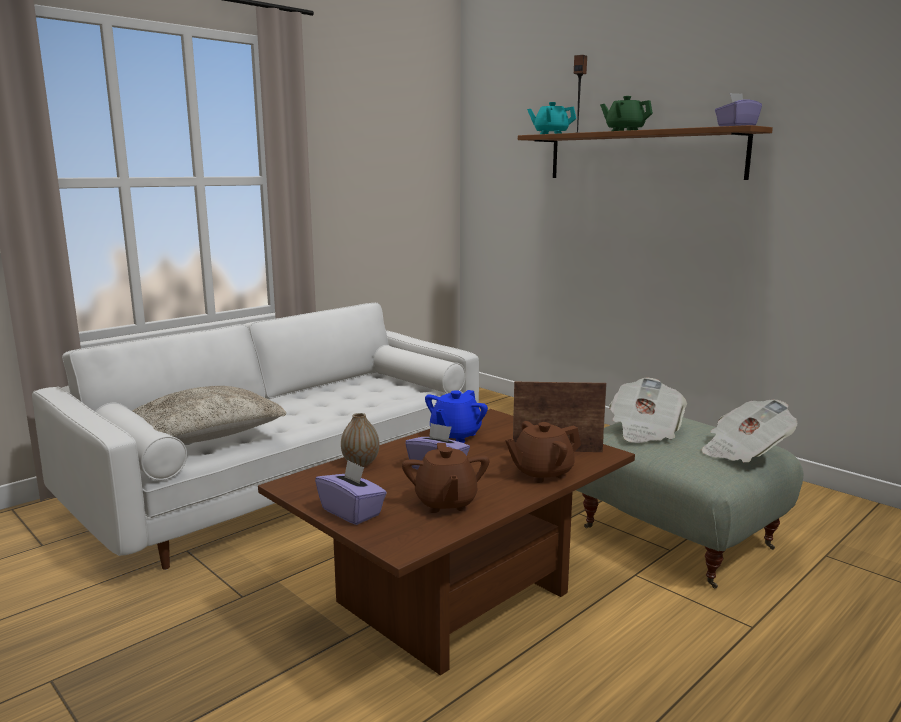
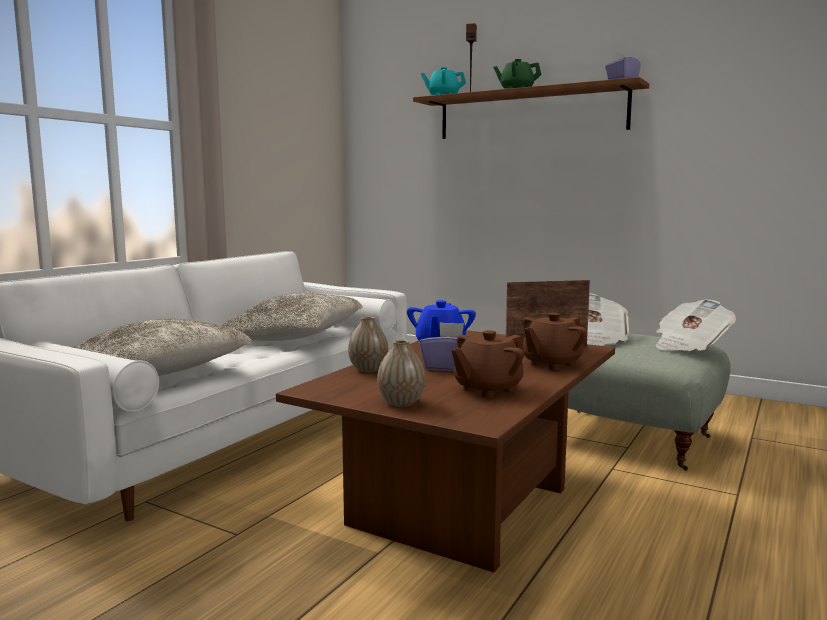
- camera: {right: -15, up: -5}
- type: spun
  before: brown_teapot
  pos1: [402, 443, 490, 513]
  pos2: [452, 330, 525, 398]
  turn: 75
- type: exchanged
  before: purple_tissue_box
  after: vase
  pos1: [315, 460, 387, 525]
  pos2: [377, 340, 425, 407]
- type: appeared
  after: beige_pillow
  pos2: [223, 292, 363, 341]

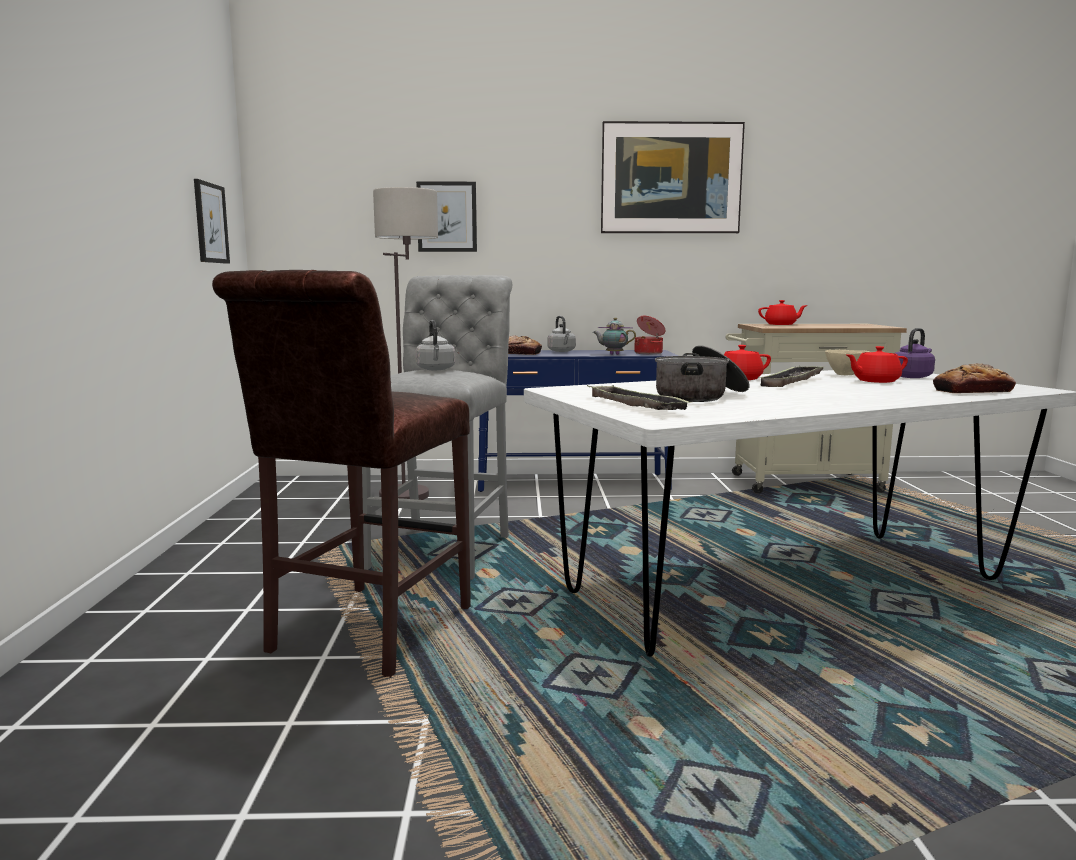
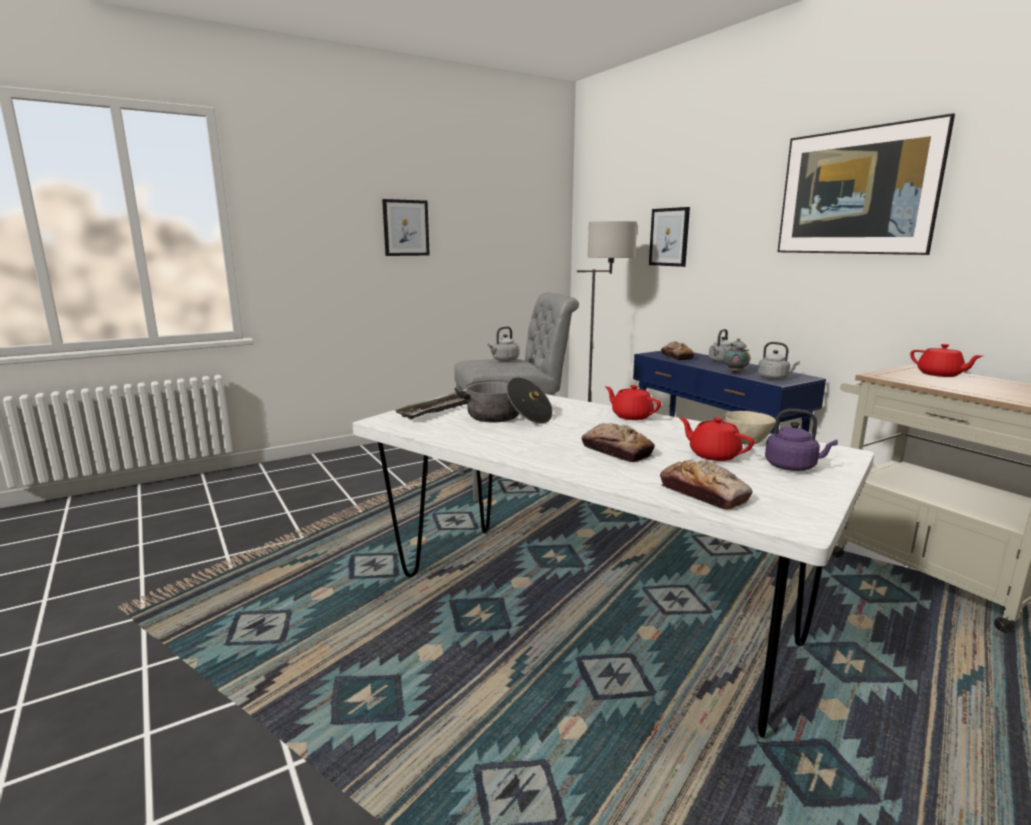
- camera: {right: 60, up: 5}
- type: relocated
  before: picture
  pos1: [194, 179, 230, 264]
  pos2: [382, 199, 430, 256]
- type: missing
  before: brown_stool
  pos1: [212, 270, 471, 678]
- type: exchanged
  before: cooking_pot
  after: grey_kettle
  pos1: [634, 316, 665, 354]
  pos2: [758, 342, 800, 380]
- type: missing
  before: tray
  pos1: [758, 366, 823, 387]
- type: appeared
  after: bread
  pos2: [581, 423, 655, 462]

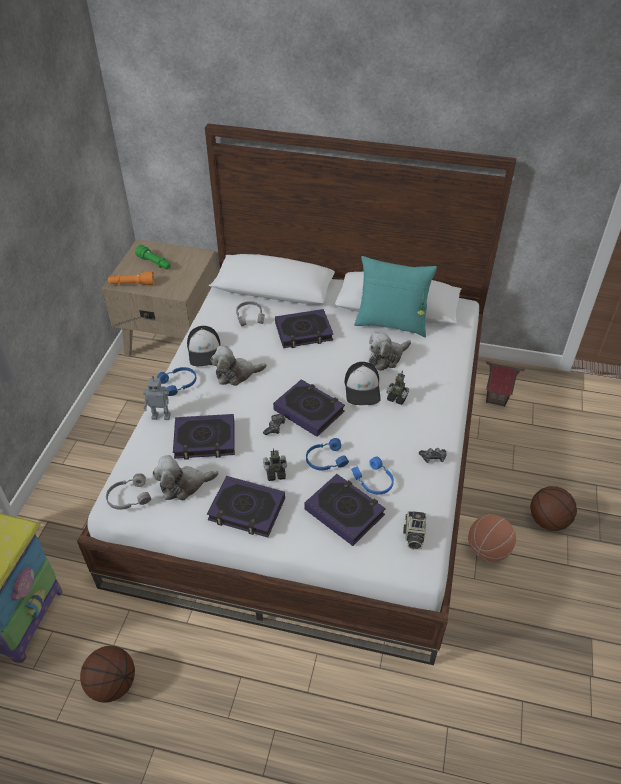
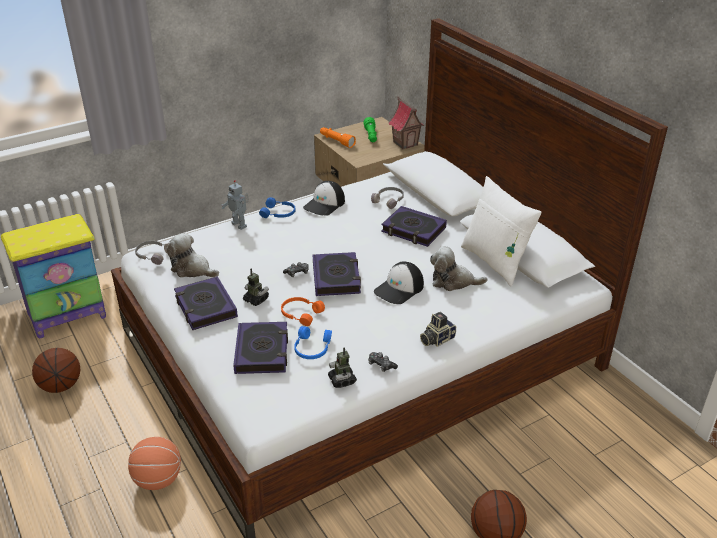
- camera: {right: 45, up: -10}
- type: colour
  before: turquoise_pillow
  after: white_pillow
  pos1: [354, 256, 437, 337]
  pos2: [461, 176, 542, 286]
- type: missing
  before: plush_toy
  pos1: [211, 345, 267, 386]
- type: relocated
  before: toy_house
  pos1: [486, 361, 525, 407]
  pos2: [389, 97, 425, 149]
- type: relocated
  before: toy_robot
  pos1: [386, 370, 409, 405]
  pos2: [328, 347, 357, 388]
- type: missing
  before: book
  pos1: [173, 414, 235, 460]
- type: colour
  before: blue_headphones
  after: orange_headphones
  pos1: [306, 438, 349, 470]
  pos2: [281, 297, 325, 326]
- type: relocated
  before: photo_camera
  pos1: [403, 511, 426, 550]
  pos2: [420, 312, 456, 347]
- type: relocated
  before: basketball
  pos1: [468, 514, 516, 562]
  pos2: [128, 437, 181, 490]

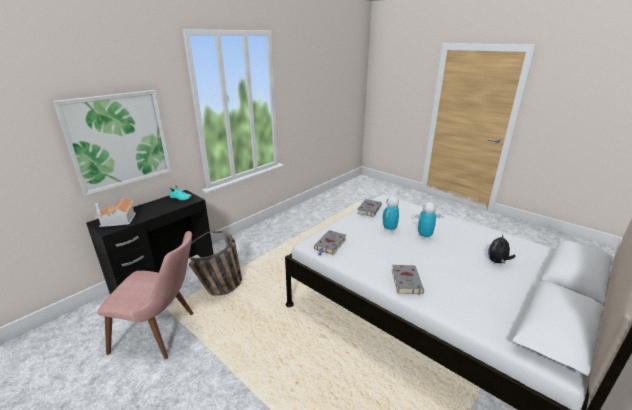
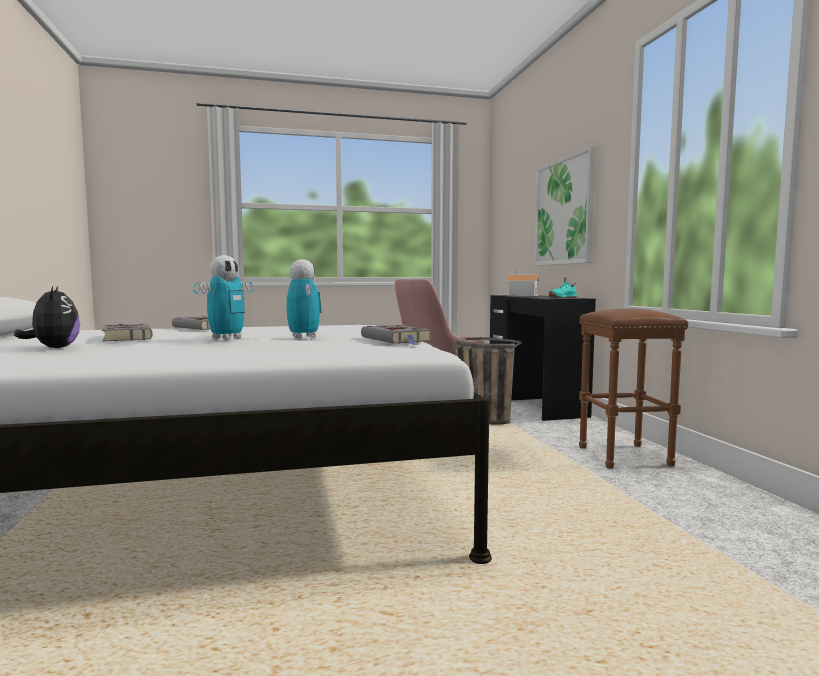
- camera: {right: 125, up: -20}
- type: relocated
  before: grey_book
  pos1: [314, 230, 346, 255]
  pos2: [102, 323, 153, 342]
- type: appeared
  after: brown_stool
  pos2: [579, 308, 688, 469]

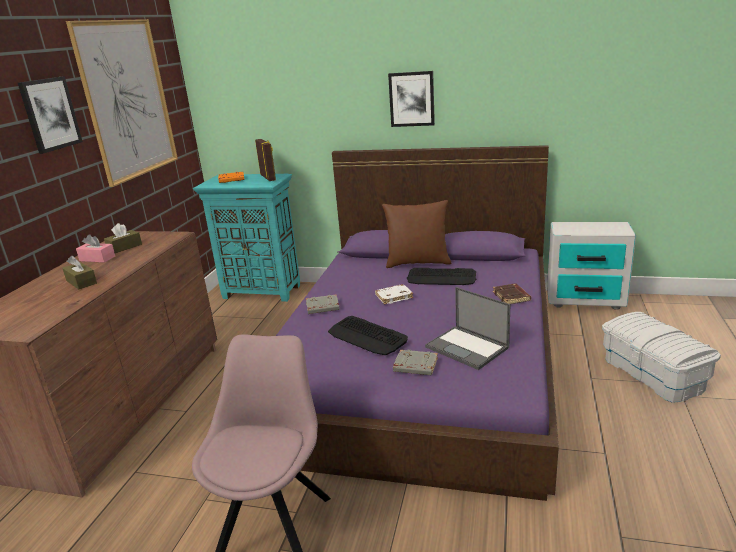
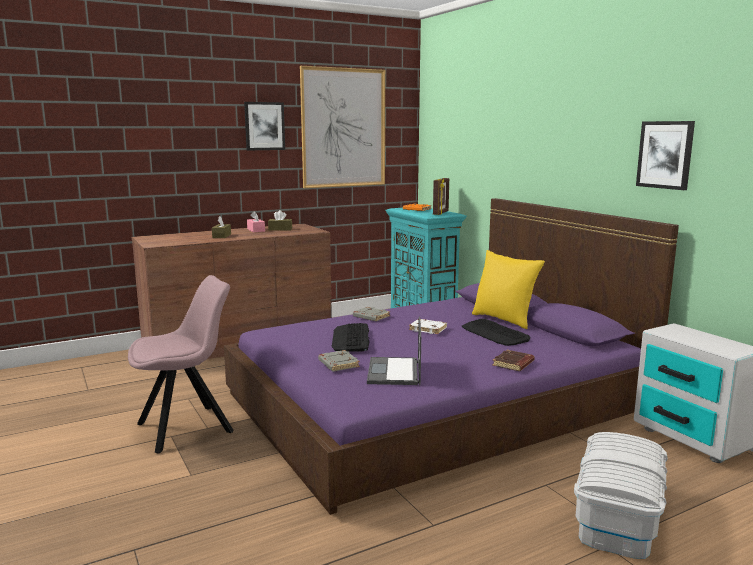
- camera: {right: 45, up: -10}
- type: relocated
  before: picture
  pos1: [388, 71, 435, 127]
  pos2: [636, 121, 695, 190]
- type: colour
  before: brown_pillow
  after: yellow_pillow
  pos1: [382, 200, 452, 268]
  pos2: [472, 250, 545, 329]

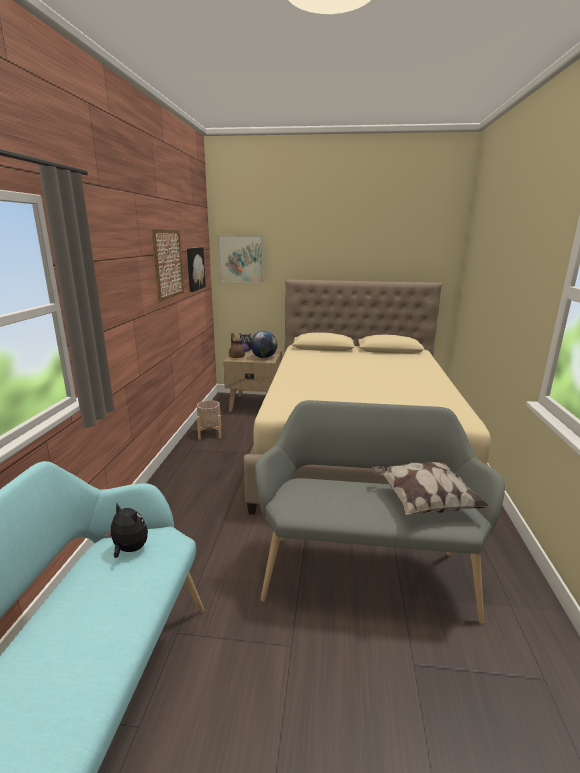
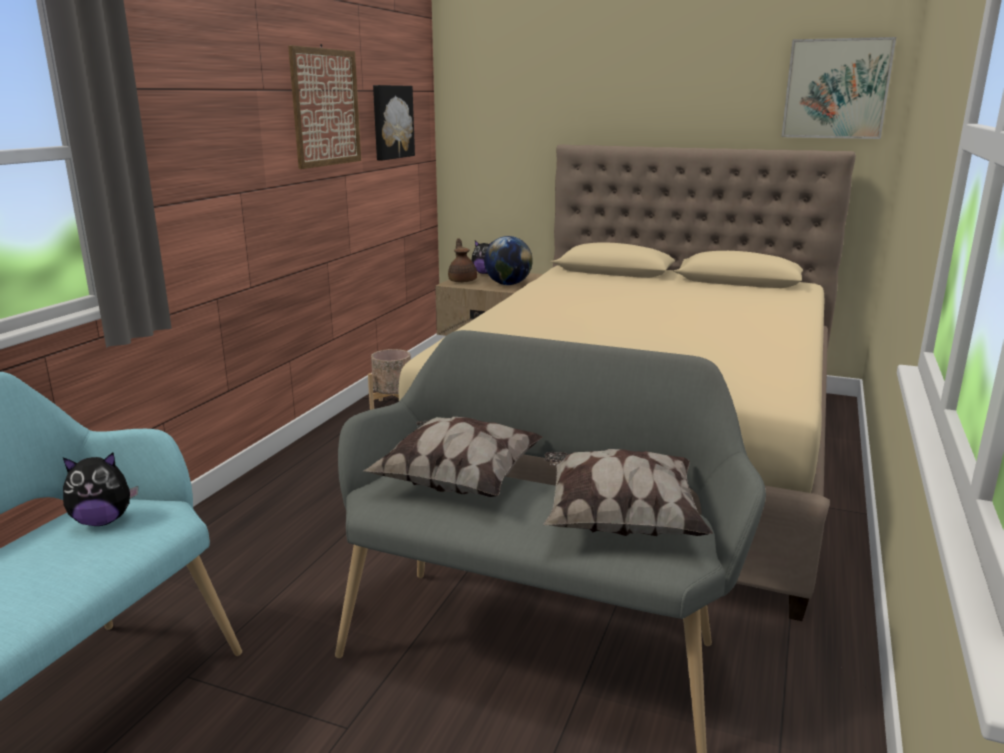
- camera: {right: 15, up: 0}
- type: relocated
  before: picture
  pos1: [217, 235, 263, 283]
  pos2: [781, 37, 896, 139]
- type: spun
  before: plush_toy
  pos1: [105, 503, 148, 558]
  pos2: [63, 452, 138, 526]
  turn: 120
- type: appeared
  after: pillow
  pos2: [364, 417, 543, 497]

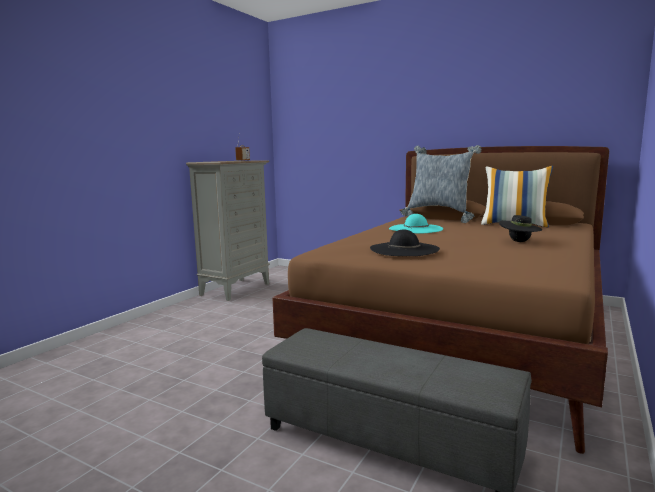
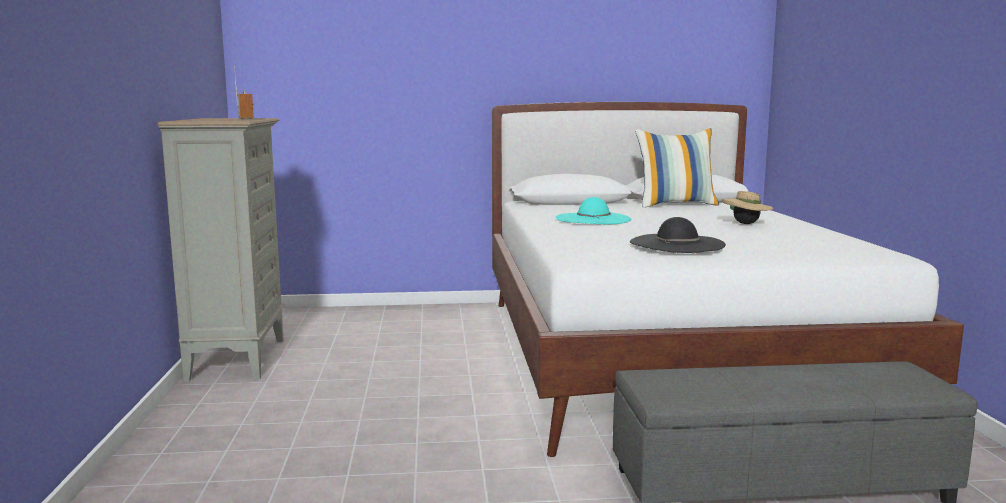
- camera: {right: -35, up: 0}
- type: missing
  before: pillow
  pos1: [401, 145, 482, 223]
- type: colour
  before: brown_bed
  after: white_bed
  pos1: [272, 146, 609, 454]
  pos2: [492, 102, 964, 457]
- type: colour
  before: black_hat
  after: beige_hat
  pos1: [499, 215, 542, 242]
  pos2: [722, 191, 773, 224]

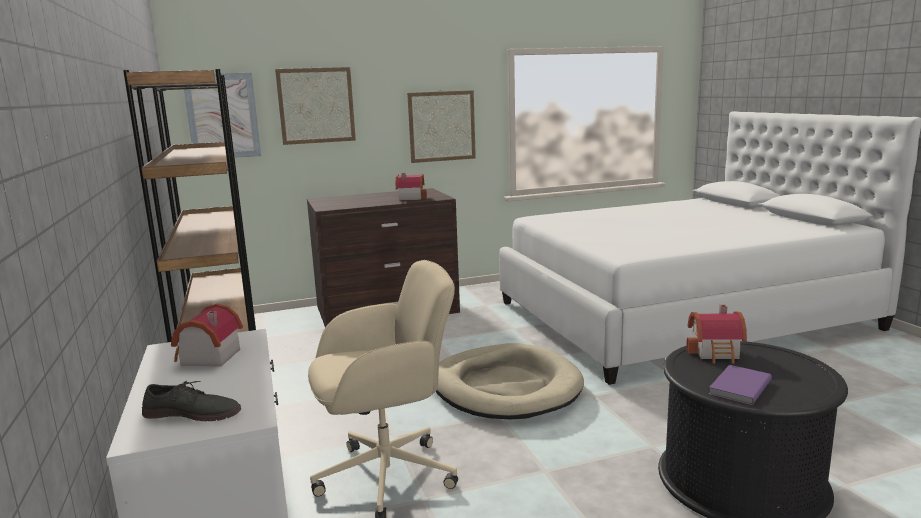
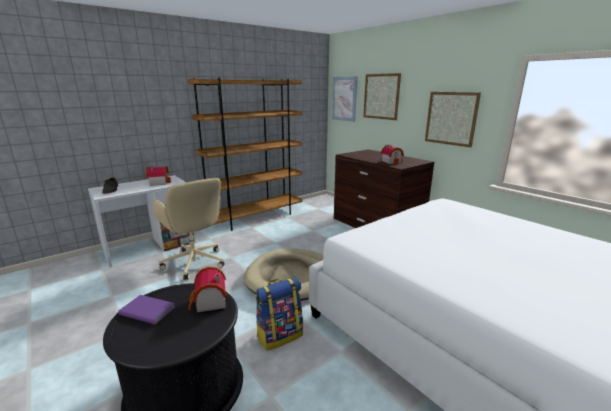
- camera: {right: 70, up: 5}
- type: appeared
  after: backpack
  pos2: [255, 277, 303, 351]

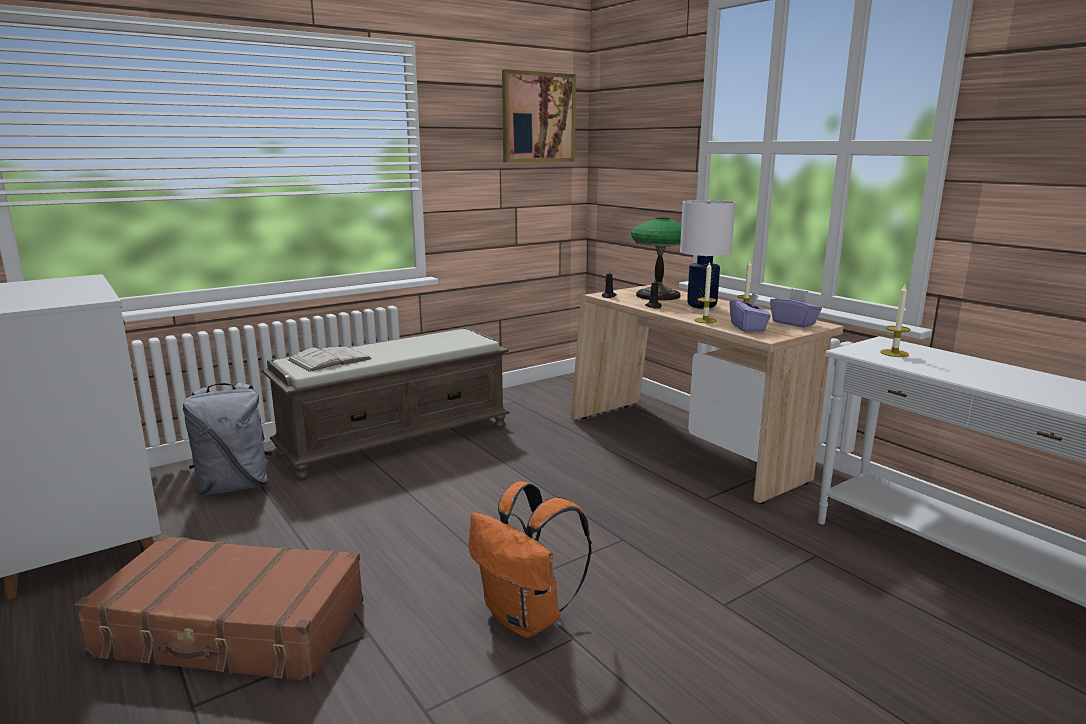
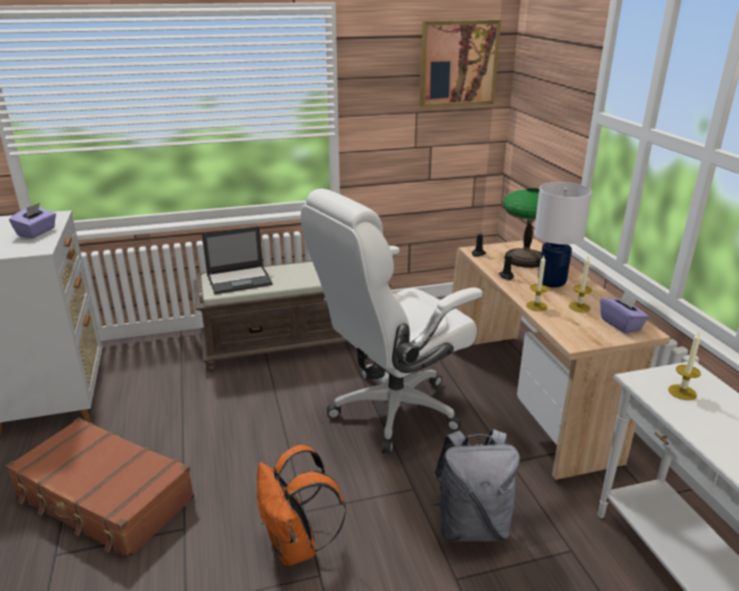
- camera: {right: 20, up: 10}
- type: relocated
  before: purple_tissue_box
  pos1: [730, 293, 771, 332]
  pos2: [9, 203, 56, 238]
- type: exchanged
  before: white_book
  after: laptop
  pos1: [287, 347, 372, 372]
  pos2: [202, 226, 273, 294]
- type: relocated
  before: grey_backpack
  pos1: [183, 383, 272, 495]
  pos2: [433, 429, 520, 542]
- type: appeared
  after: white_office_chair
  pos2: [301, 189, 483, 454]

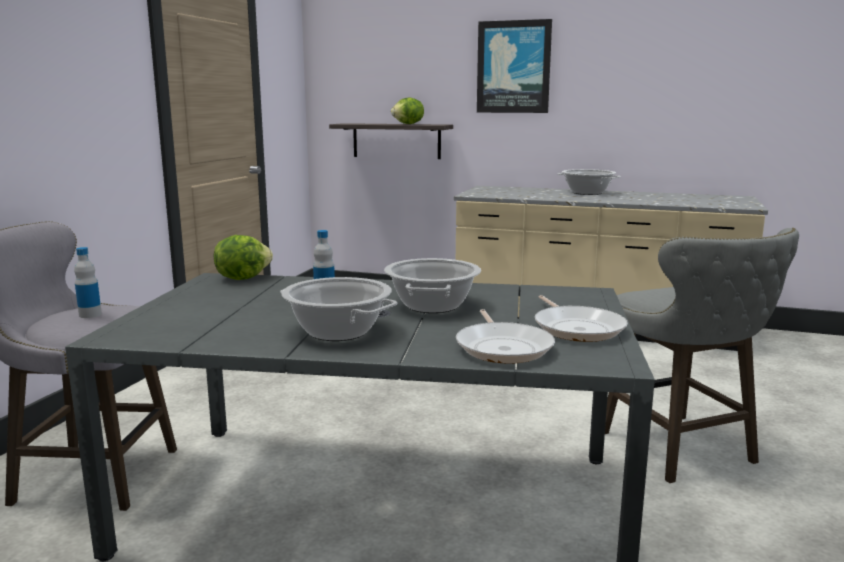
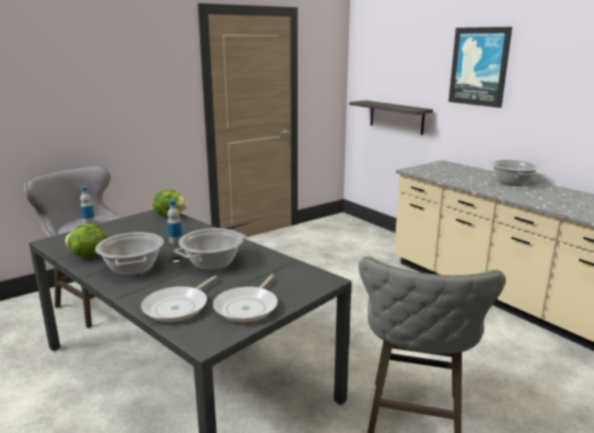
- camera: {right: 35, up: 5}
- type: relocated
  before: lettuce
  pos1: [391, 97, 424, 124]
  pos2: [65, 224, 108, 258]

